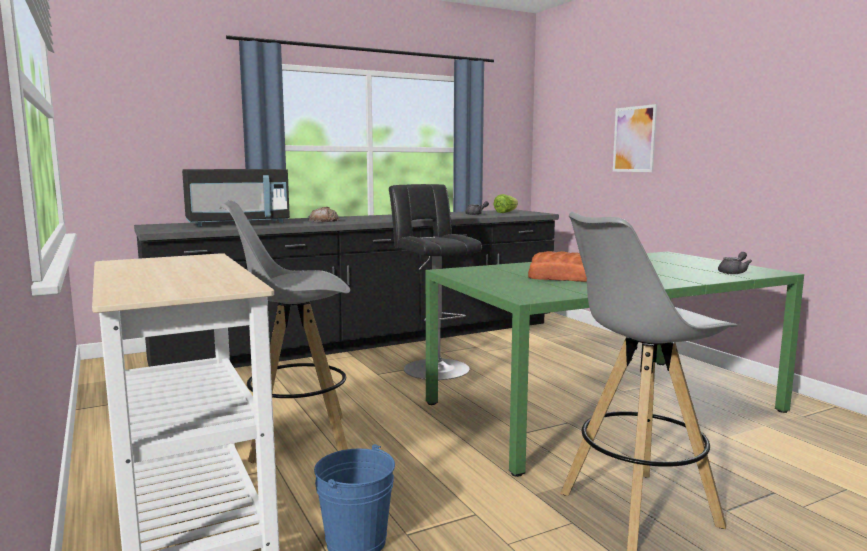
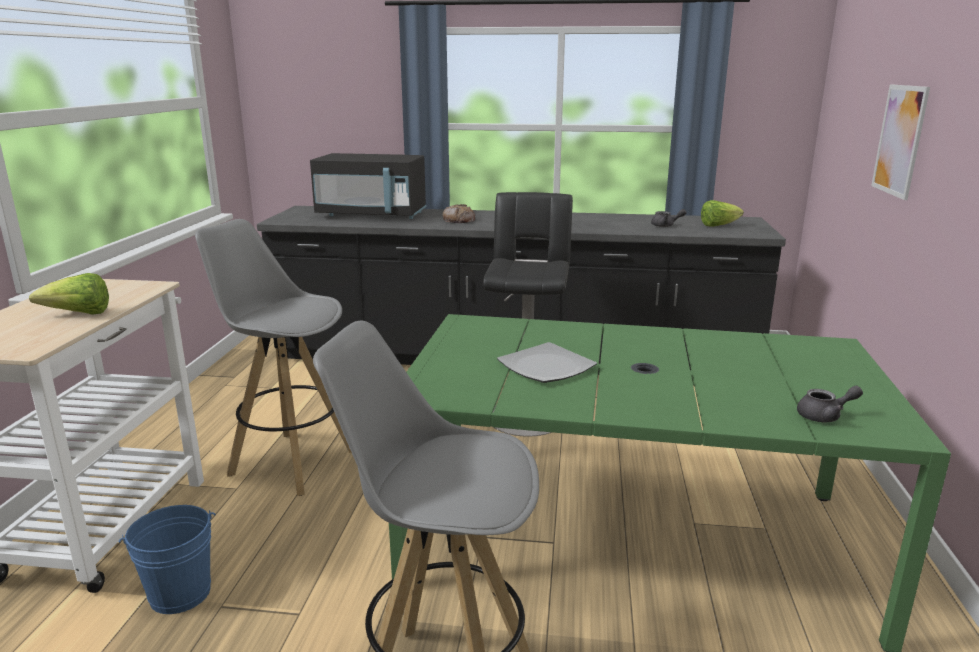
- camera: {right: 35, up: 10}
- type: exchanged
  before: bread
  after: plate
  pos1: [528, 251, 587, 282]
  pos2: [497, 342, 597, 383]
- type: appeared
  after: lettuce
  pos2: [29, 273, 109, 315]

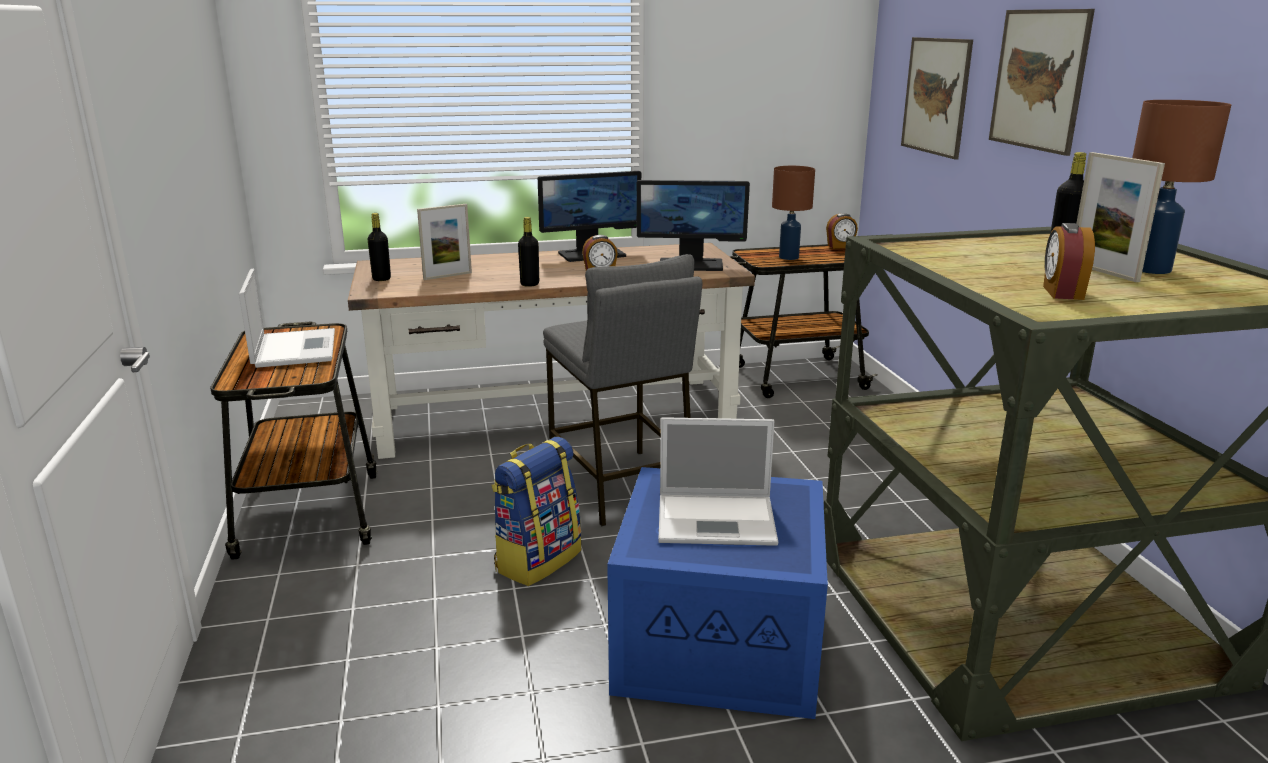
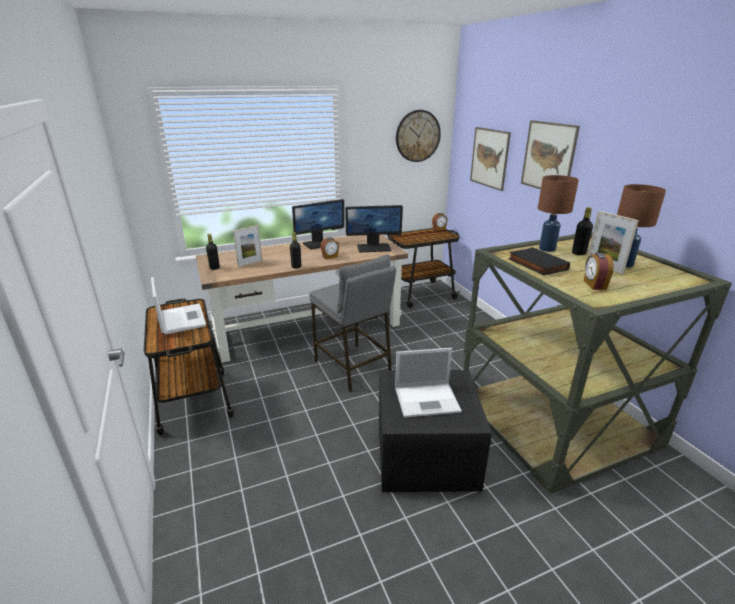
- camera: {right: -10, up: 5}
- type: relocated
  before: brown_table_lamp
  pos1: [772, 166, 815, 260]
  pos2: [538, 175, 579, 252]
- type: missing
  before: backpack
  pos1: [491, 437, 581, 586]
- type: colour
  before: blue_storage_box
  after: black_storage_box
  pos1: [607, 467, 828, 719]
  pos2: [379, 370, 492, 492]
- type: appeared
  after: wall_clock
  pos2: [396, 110, 441, 162]
- type: appeared
  after: black_book
  pos2: [508, 247, 570, 275]

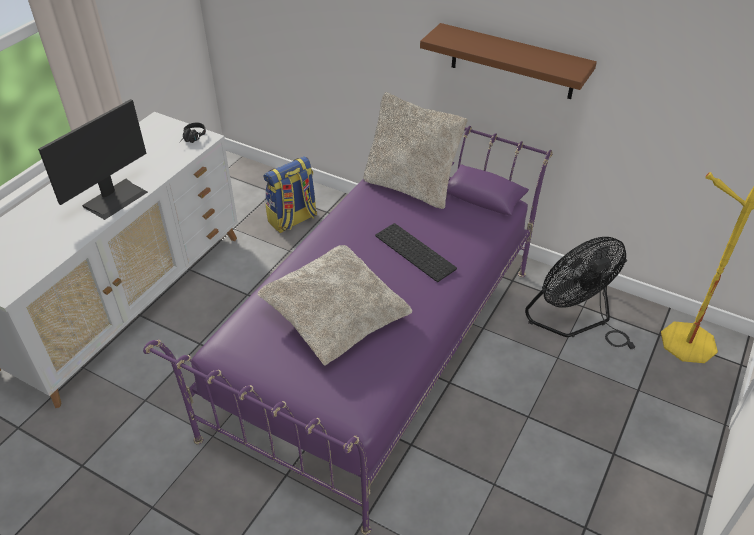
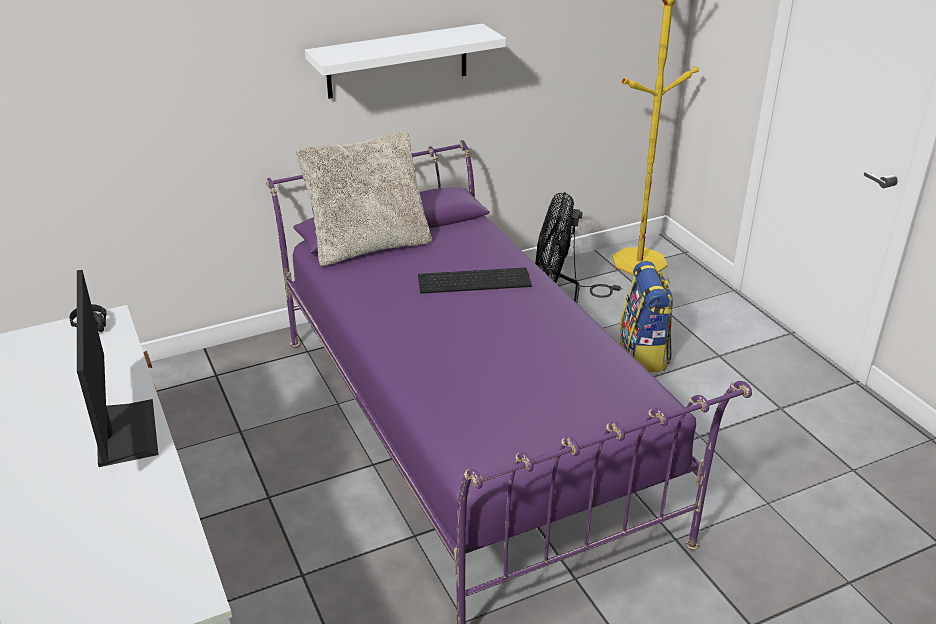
- camera: {right: -55, up: -10}
- type: colour
  before: brown_shelf
  after: white_shelf
  pos1: [420, 23, 597, 99]
  pos2: [305, 24, 506, 99]
- type: relocated
  before: backpack
  pos1: [263, 156, 317, 233]
  pos2: [619, 261, 673, 372]
- type: missing
  before: beige_pillow
  pos1: [258, 245, 412, 366]

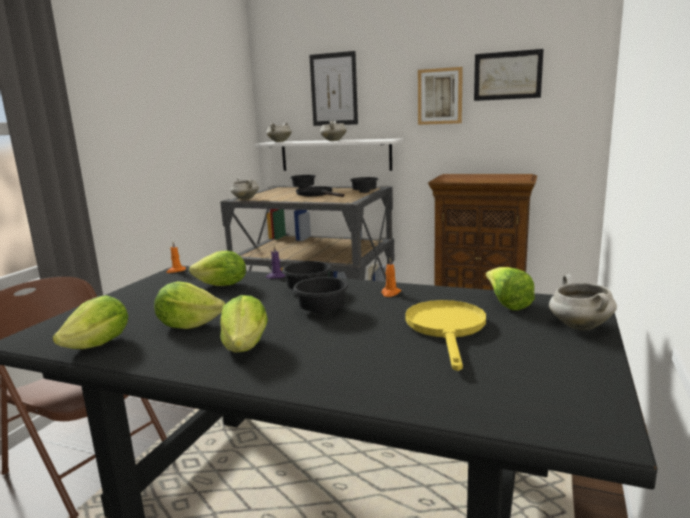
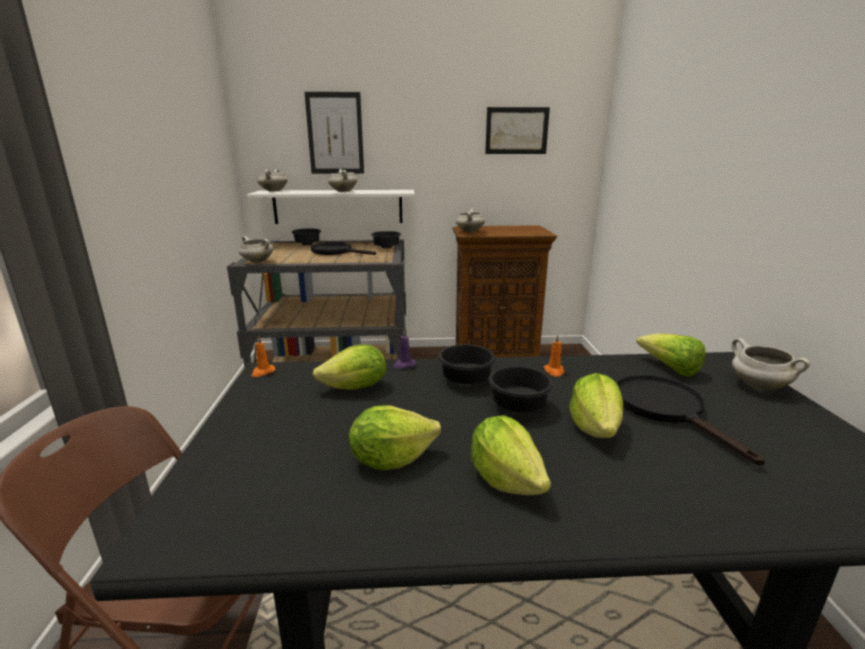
- camera: {right: -25, up: 5}
- type: missing
  before: picture
  pos1: [418, 67, 463, 125]
- type: relocated
  before: lettuce
  pos1: [52, 295, 128, 349]
  pos2: [569, 373, 623, 438]
- type: colour
  before: yellow_frying_pan
  after: black_frying_pan
  pos1: [405, 300, 486, 371]
  pos2: [617, 375, 765, 466]
- type: appeared
  after: white_cooking_pot
  pos2: [456, 209, 485, 232]

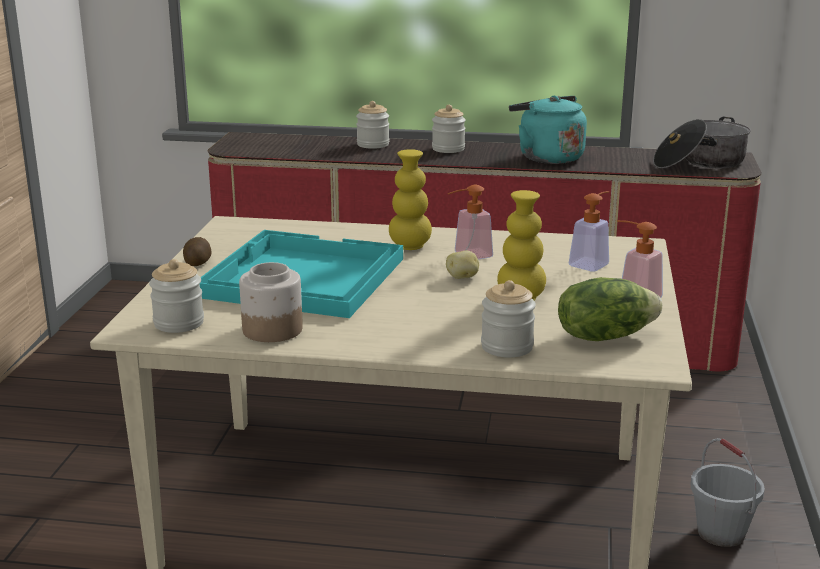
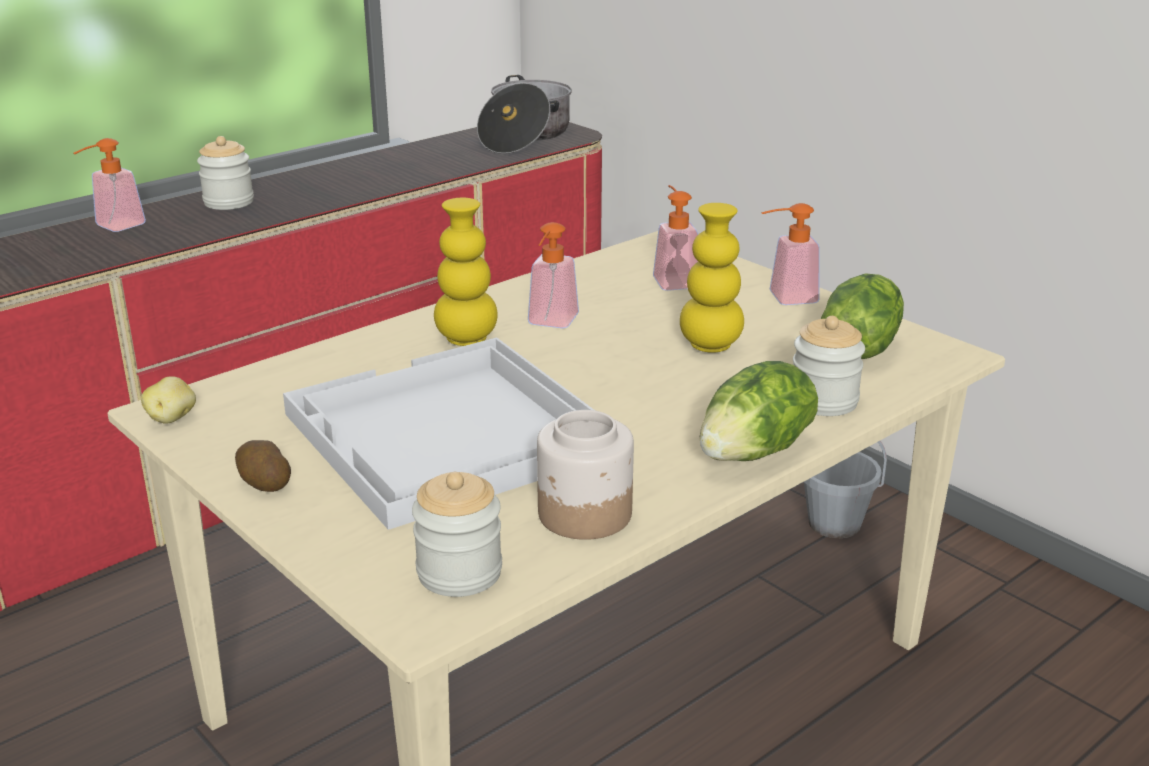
- camera: {right: -50, up: 5}
- type: missing
  before: turquoise_kettle
  pos1: [509, 96, 587, 164]
- type: exchanged
  before: jar
  after: soap_dispenser
  pos1: [356, 101, 389, 149]
  pos2: [74, 138, 146, 232]
- type: colour
  before: turquoise_tray
  after: white_tray
  pos1: [199, 230, 403, 318]
  pos2: [283, 338, 594, 530]
- type: relocated
  before: potato
  pos1: [446, 250, 479, 279]
  pos2: [141, 376, 196, 424]
- type: appeared
  after: lettuce
  pos2: [700, 361, 818, 461]

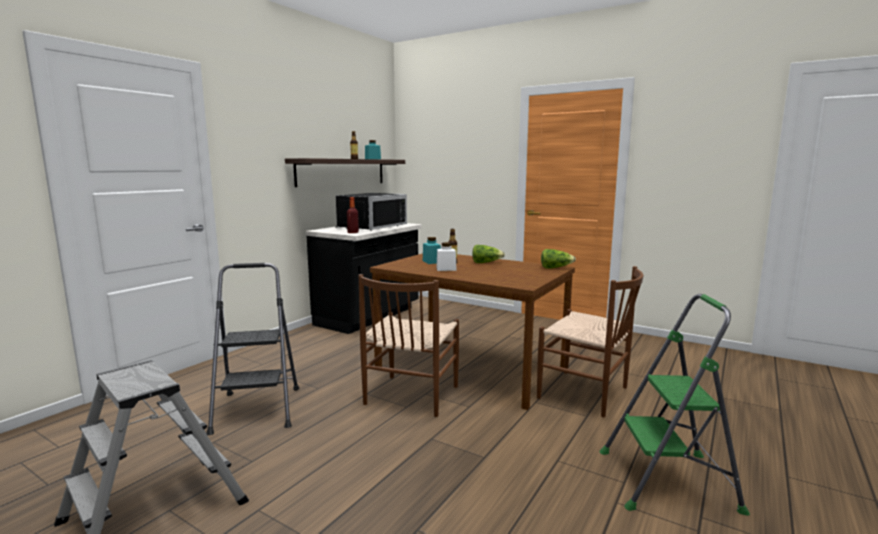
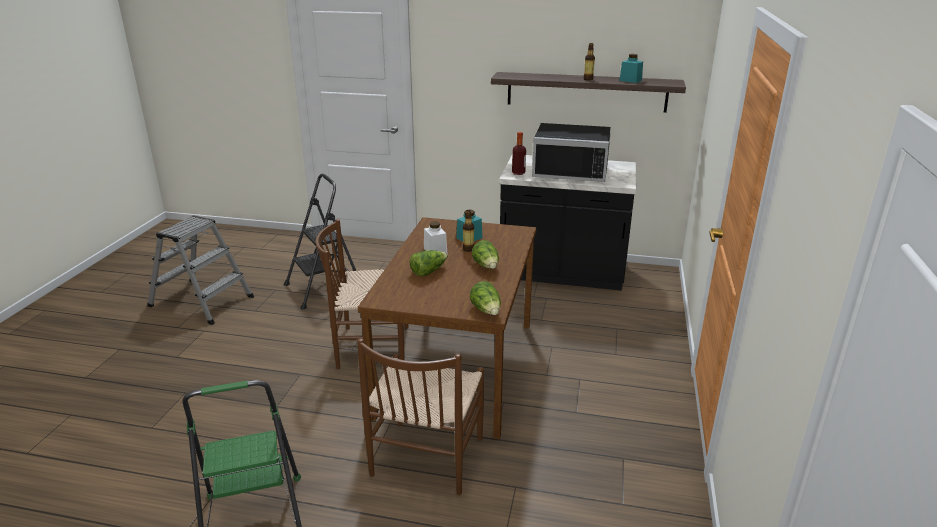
- camera: {right: 70, up: 15}
- type: appeared
  after: lettuce
  pos2: [410, 250, 448, 276]

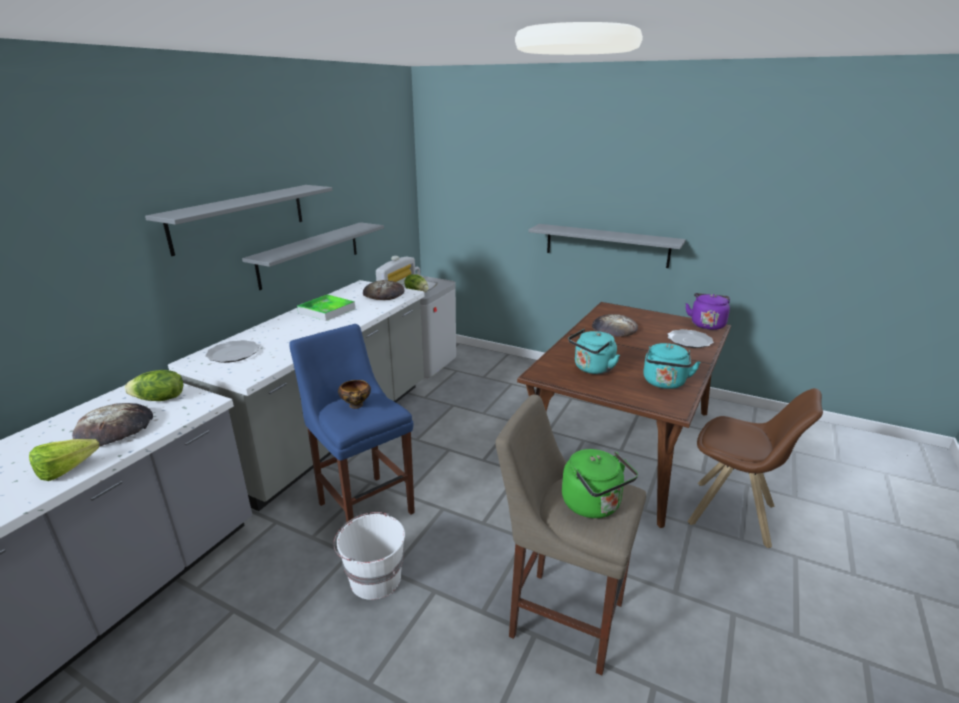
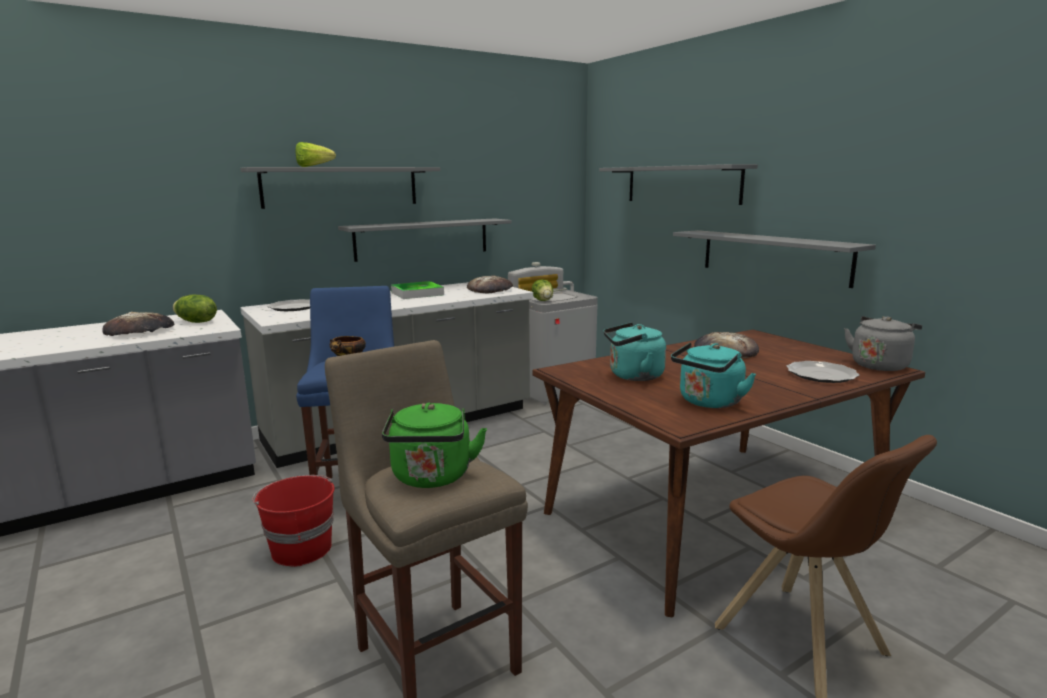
- camera: {right: 30, up: -10}
- type: colour
  before: purple_kettle
  after: grey_kettle
  pos1: [685, 293, 730, 330]
  pos2: [844, 316, 922, 371]
- type: relocated
  before: lettuce
  pos1: [29, 439, 99, 481]
  pos2: [295, 142, 336, 167]
- type: colour
  before: white_bucket
  after: red_bucket
  pos1: [333, 512, 405, 600]
  pos2: [252, 475, 334, 567]
- type: appeared
  after: grey_shelf
  pos2: [599, 164, 758, 205]

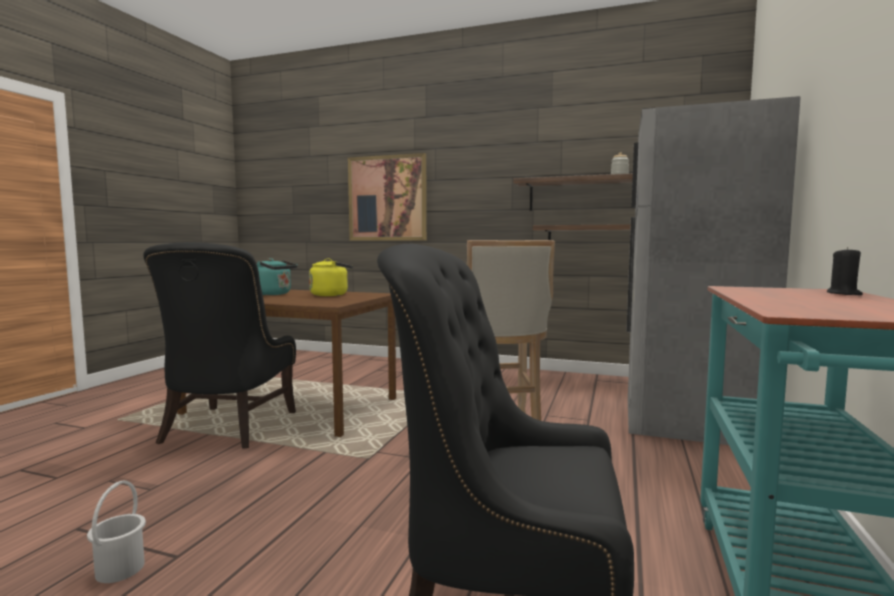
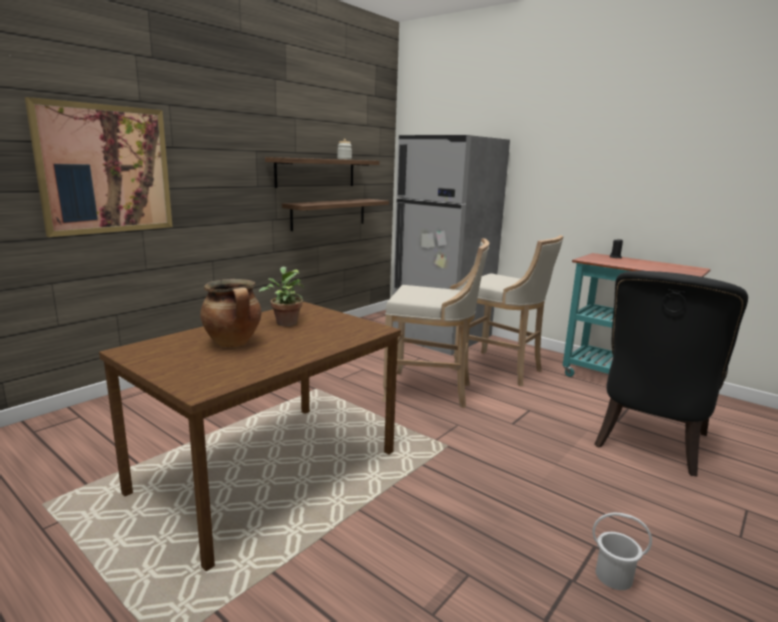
- camera: {right: -70, up: 10}
- type: missing
  before: black_chair
  pos1: [143, 242, 296, 449]
- type: exchanged
  before: turquoise_kettle
  after: cooking_pot
  pos1: [257, 258, 298, 295]
  pos2: [200, 279, 261, 348]
- type: exchanged
  before: yellow_kettle
  after: potted_plant
  pos1: [309, 259, 353, 296]
  pos2: [259, 267, 304, 326]
- type: appeared
  after: beige_stool
  pos2: [453, 235, 564, 386]

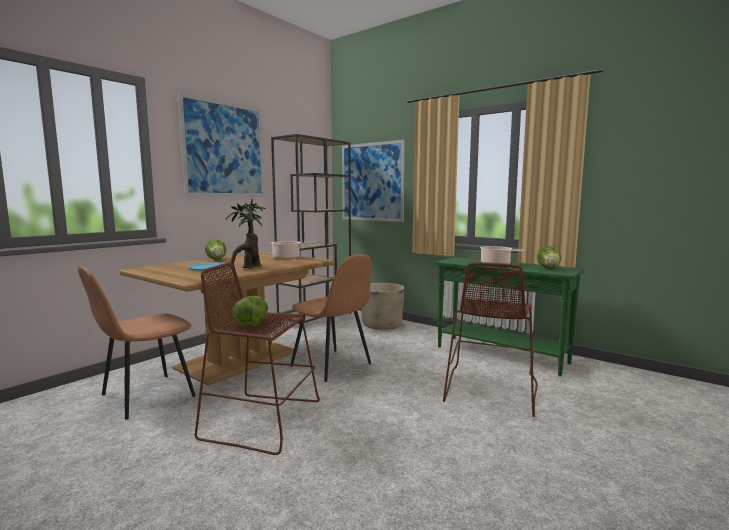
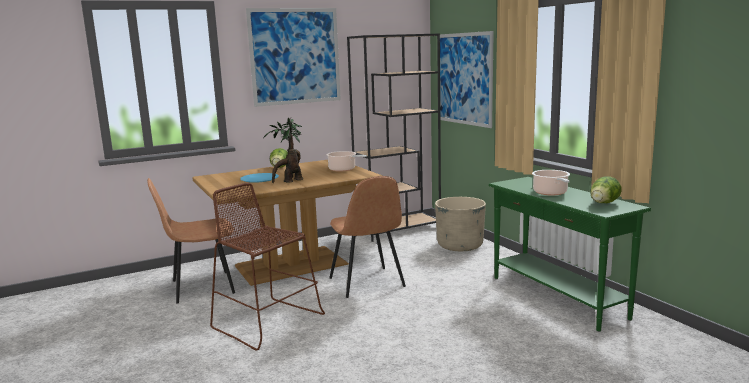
- camera: {right: 25, up: 5}
- type: missing
  before: brown_stool
  pos1: [443, 262, 538, 417]
- type: missing
  before: lettuce
  pos1: [233, 296, 268, 328]

